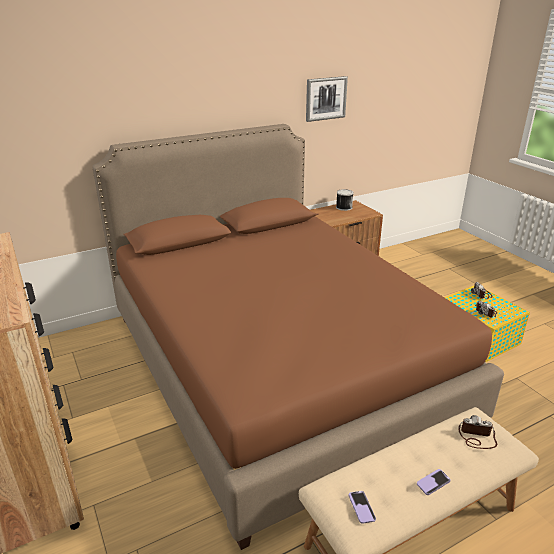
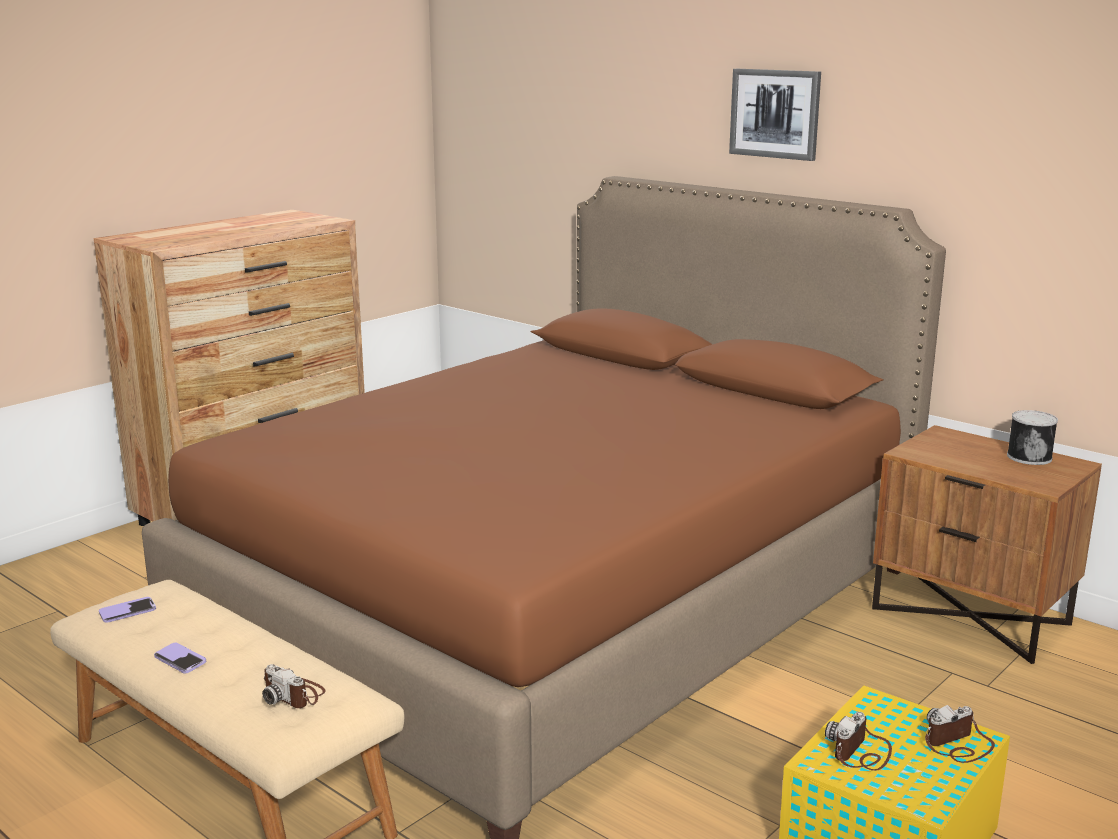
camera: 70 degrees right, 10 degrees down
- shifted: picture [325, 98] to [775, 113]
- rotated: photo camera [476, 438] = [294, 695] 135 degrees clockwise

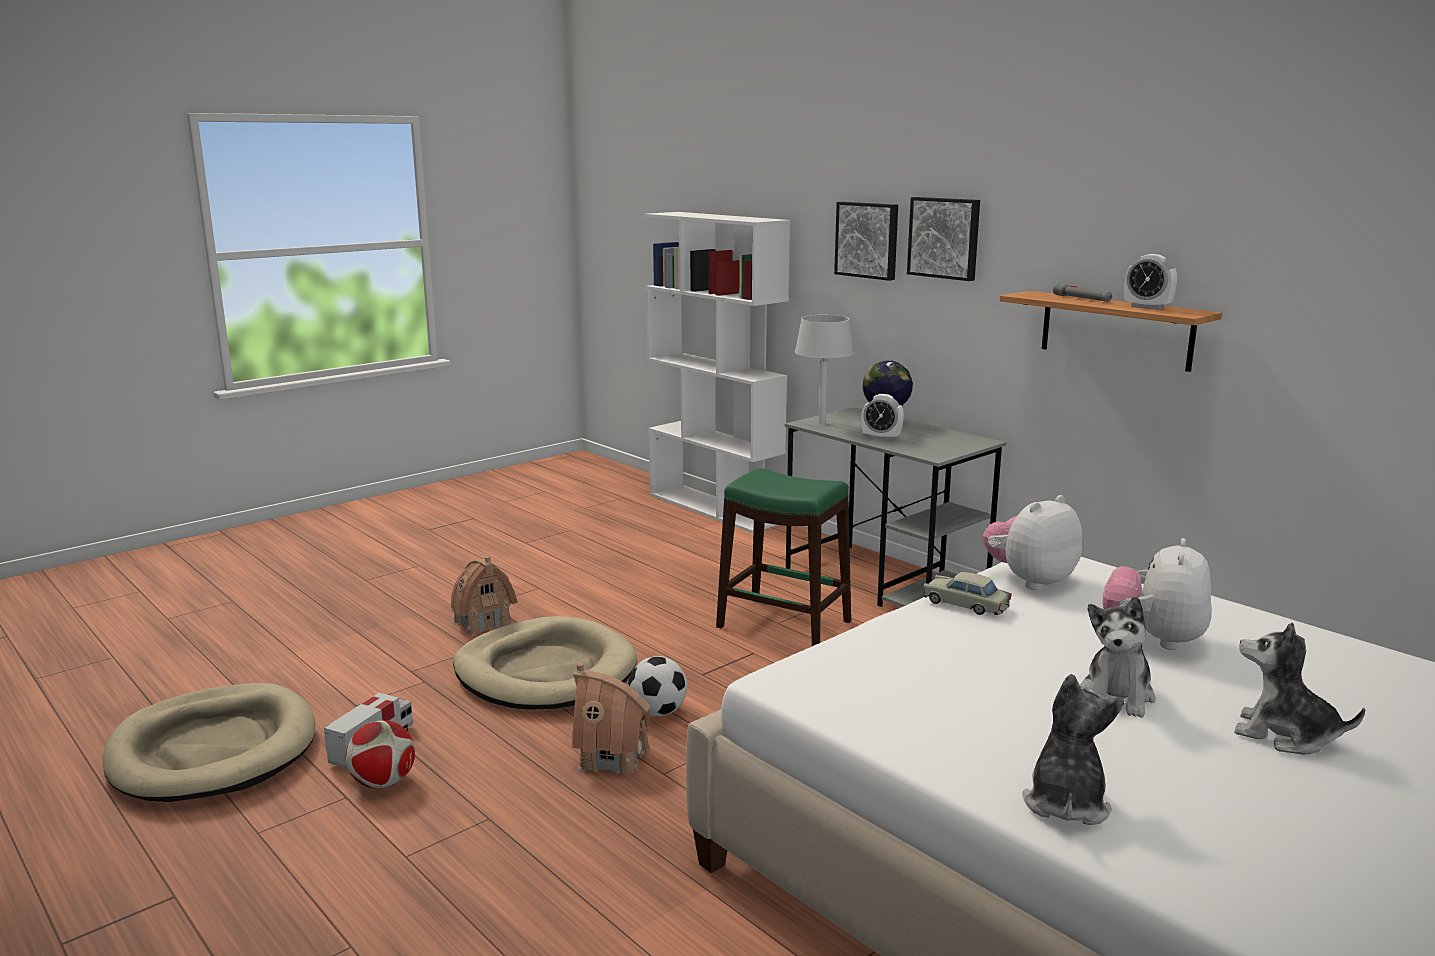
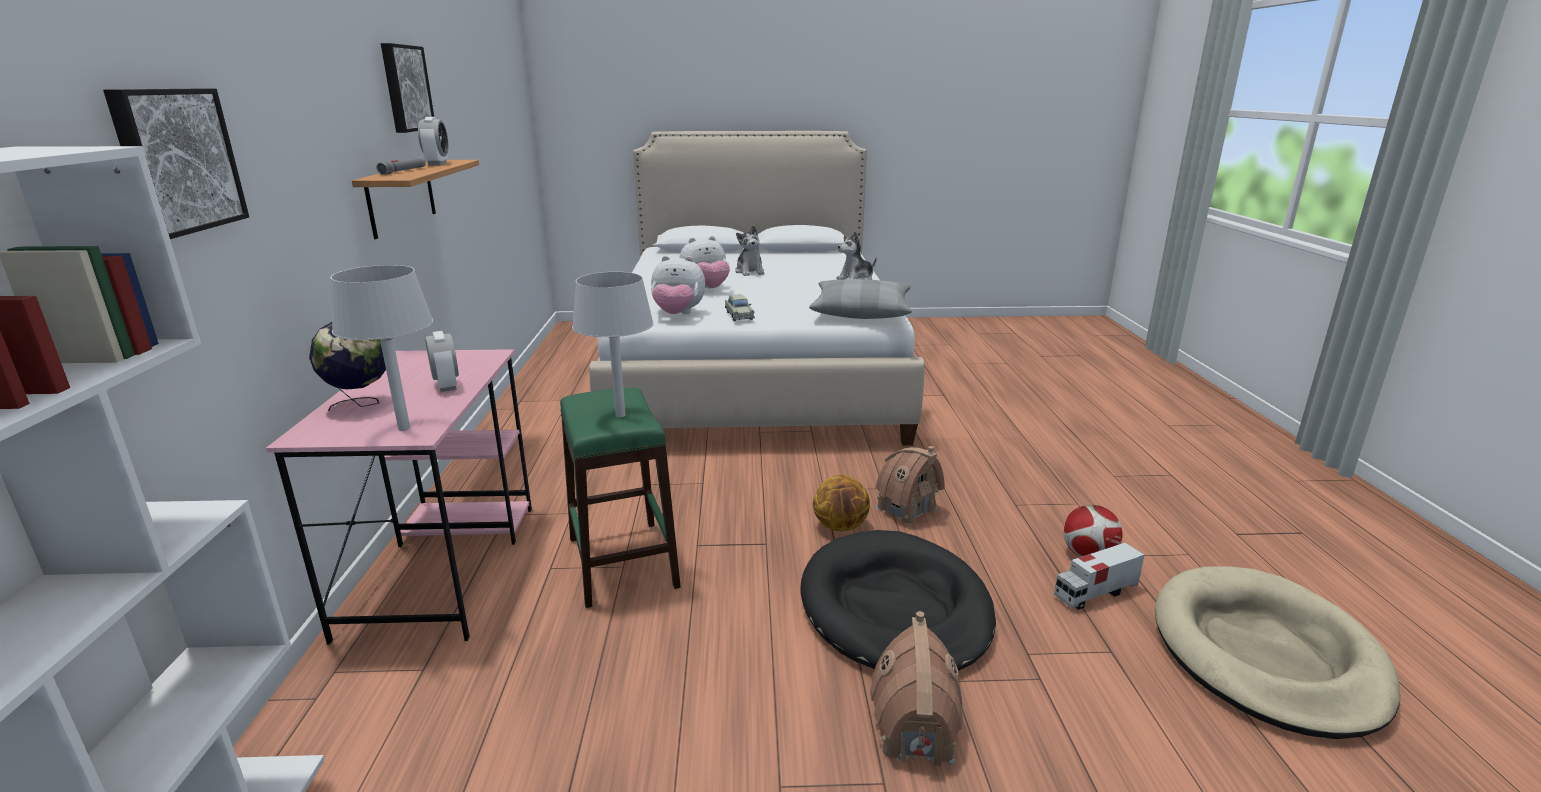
camera: 140 degrees left, 5 degrees up
- repainted: dog bed in beige [545, 671] to dog bed in black [895, 608]
- swapped: football [657, 712] to basketball [841, 527]
- repainted: desk in grey [886, 583] to desk in pink [443, 566]
- shifted: picture [945, 238] to [405, 88]
- gone: plush toy [1117, 695]
- new: table lamp in grey [620, 415]
- new: pillow in grey [861, 311]

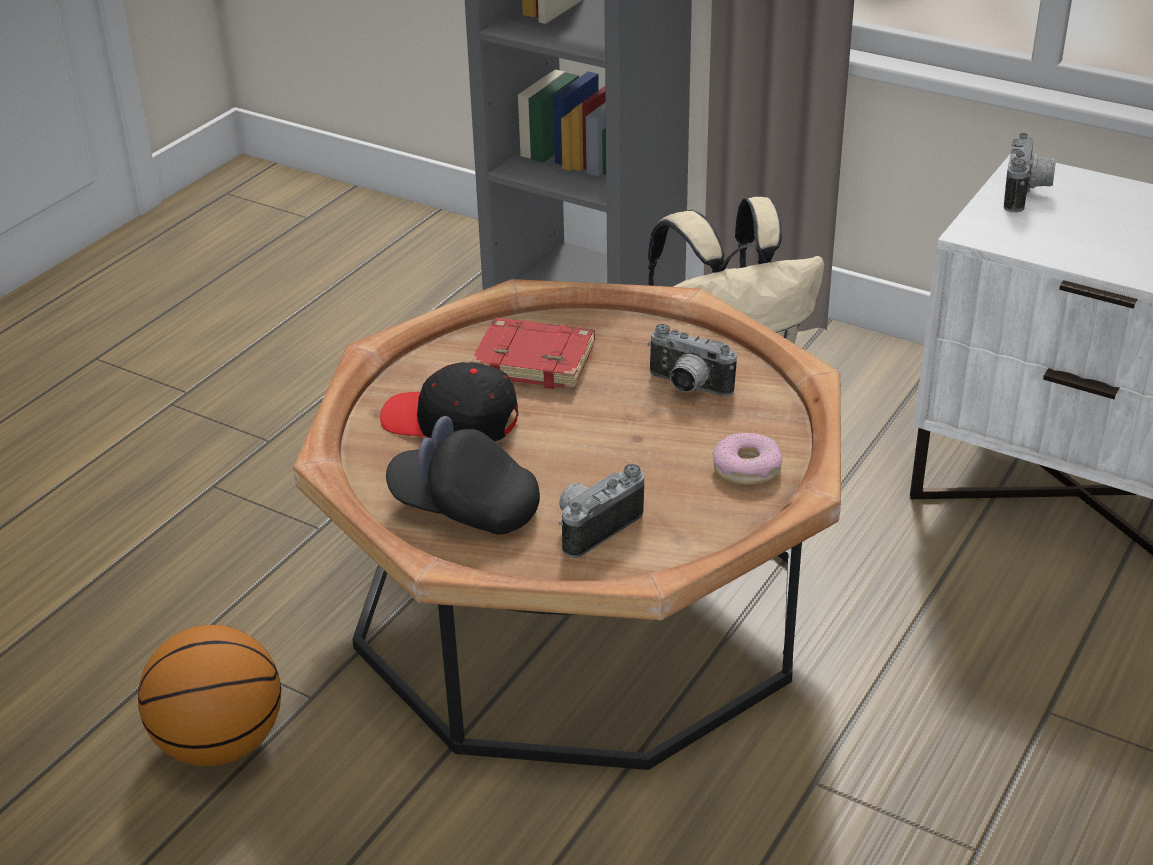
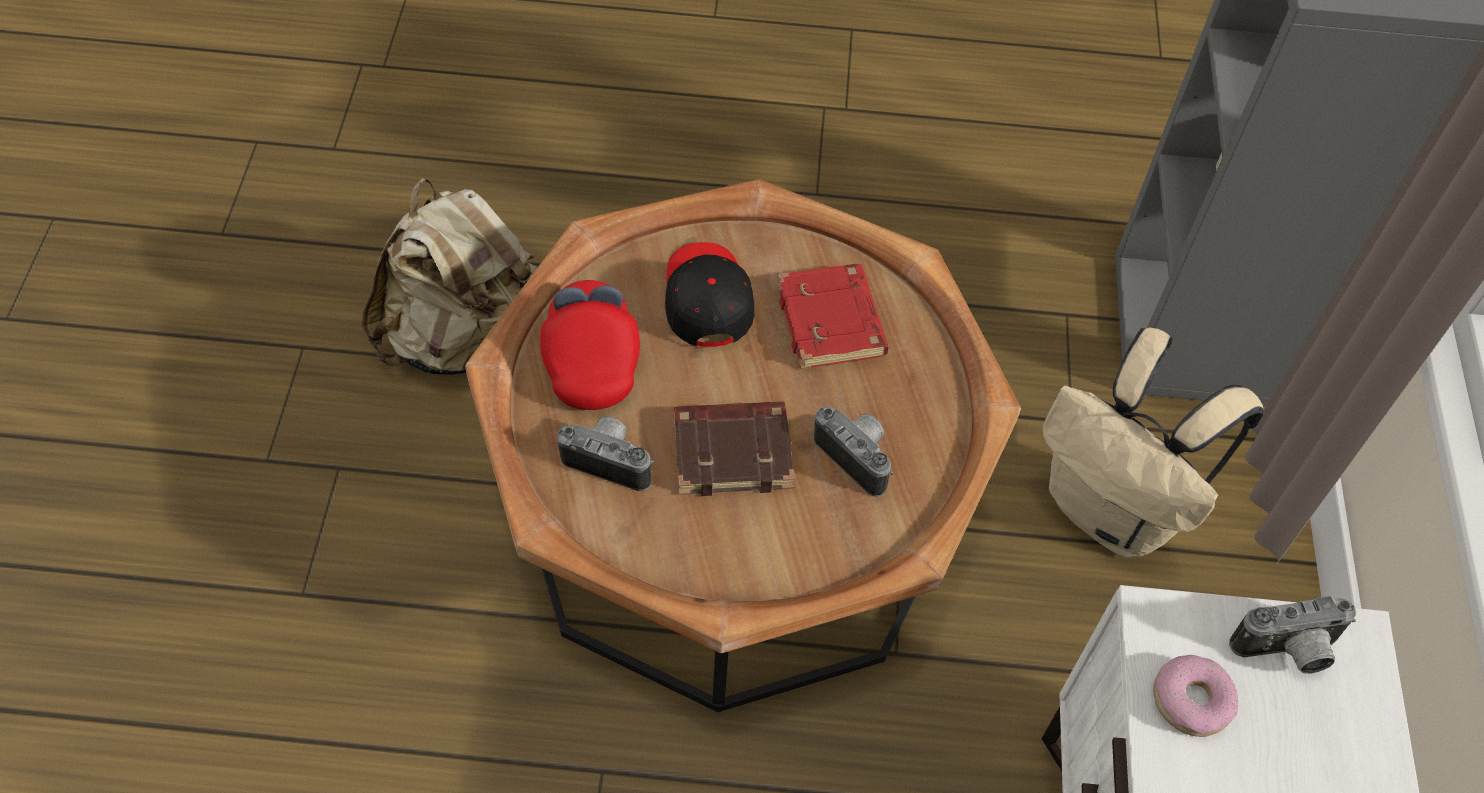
camera: 60 degrees right, 20 degrees up
- swapped: basketball [219, 743] to backpack in beige [464, 336]
- repainted: cap in black [465, 508] to cap in red [591, 359]
- rotated: photo camera [686, 387] = [858, 457] 135 degrees clockwise
- shifted: donut [747, 468] to [1191, 701]
- new: book in brown [733, 451]

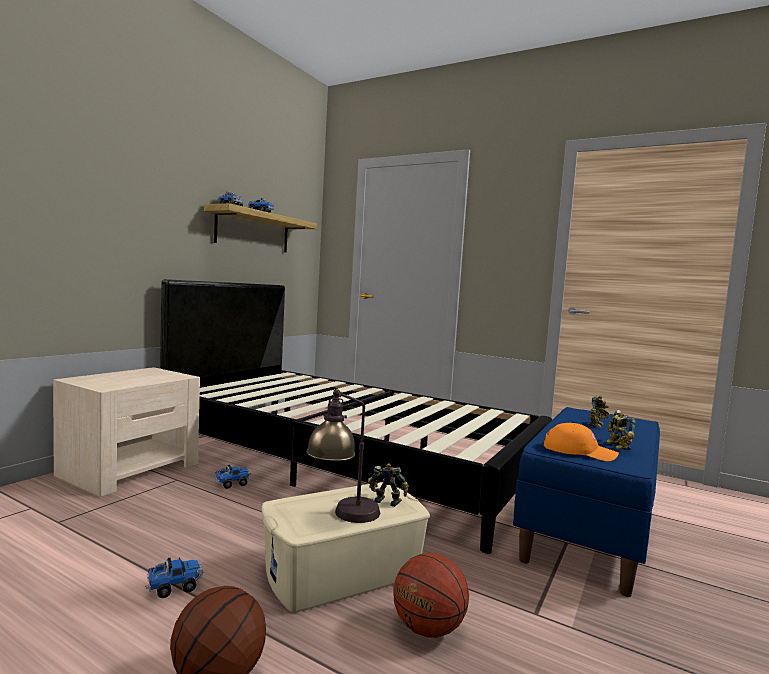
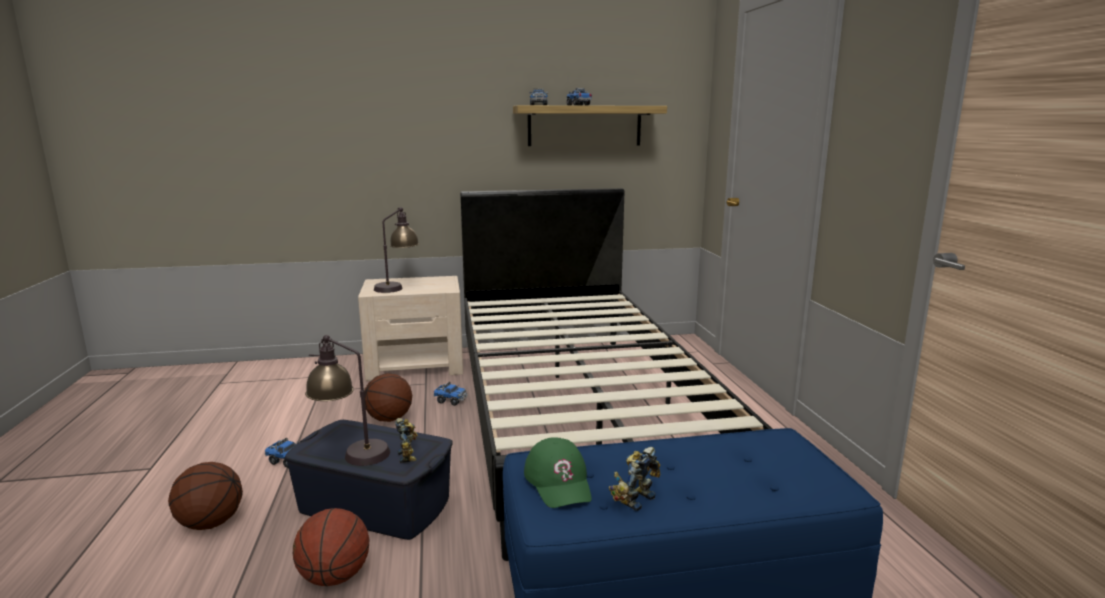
camera: 50 degrees right, 10 degrees up
- repainted: storage box in beige [343, 572] to storage box in blue [375, 505]
- repainted: cap in orange [579, 451] to cap in green [559, 482]
- gone: toy robot [597, 425]
- new: basketball [389, 418]
- new: table lamp [397, 287]

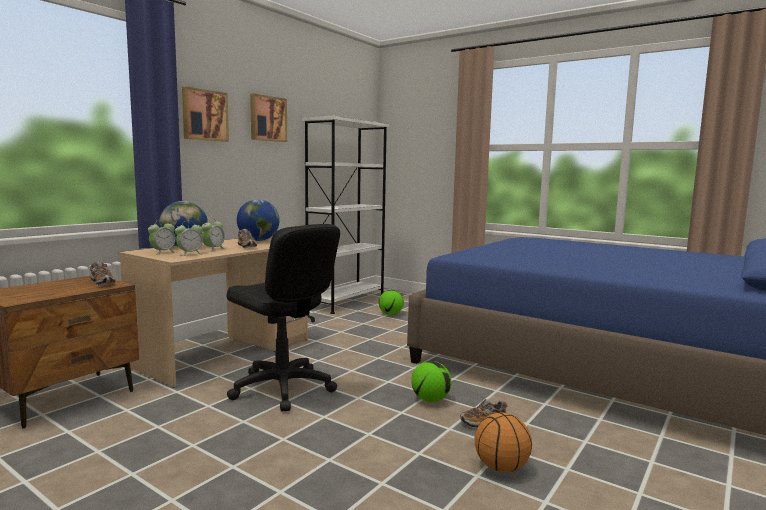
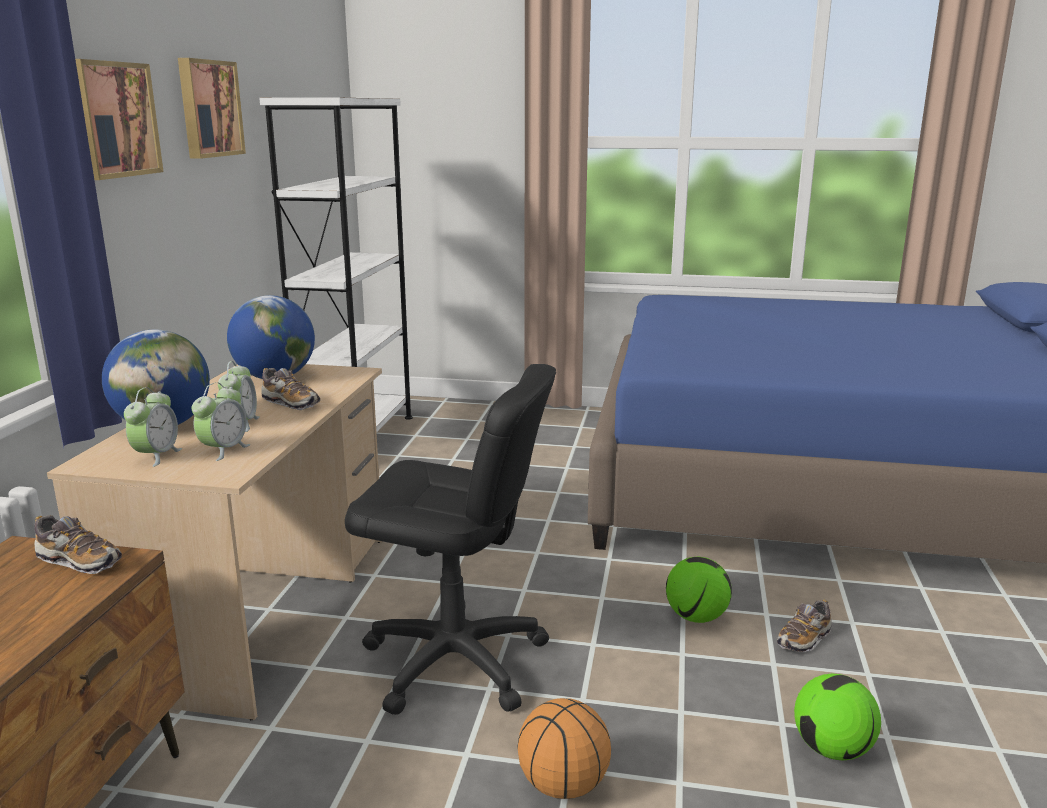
camera: 25 degrees left, 10 degrees up
- shifted: football [391, 314] to [832, 749]
- shifted: basketball [502, 468] to [564, 785]

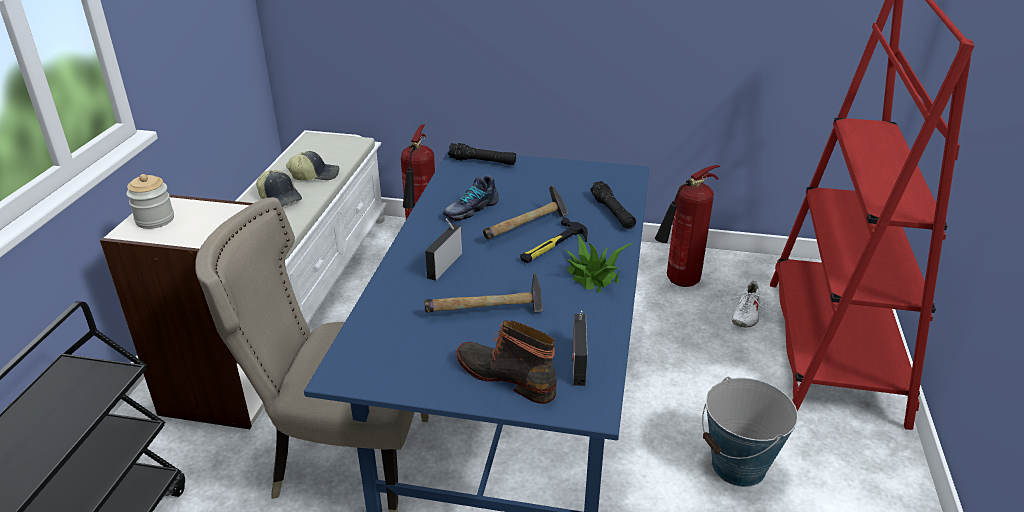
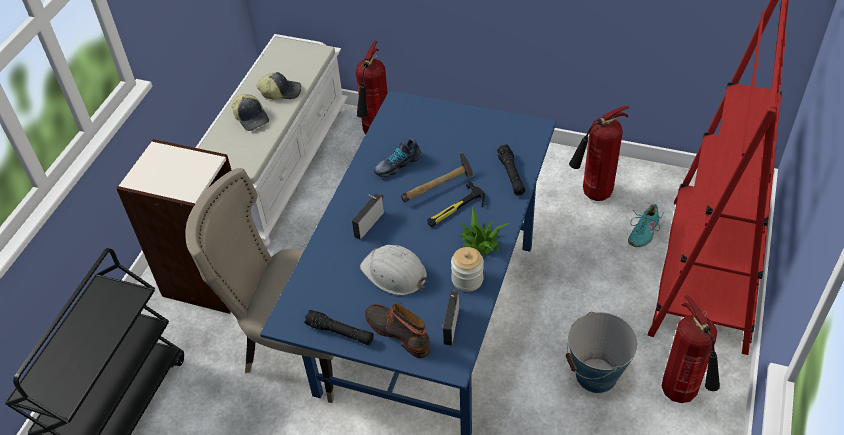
camera: 10 degrees right, 15 degrees up
- shifted: jar [155, 220] to [467, 279]
- swapped: hammer [488, 312] to hard hat in white [394, 273]
- shifted: flashlight in black [482, 161] to [340, 332]
- repainted: shoe in white [745, 314] to shoe in turquoise [643, 232]
- new: fire extinguisher [682, 395]

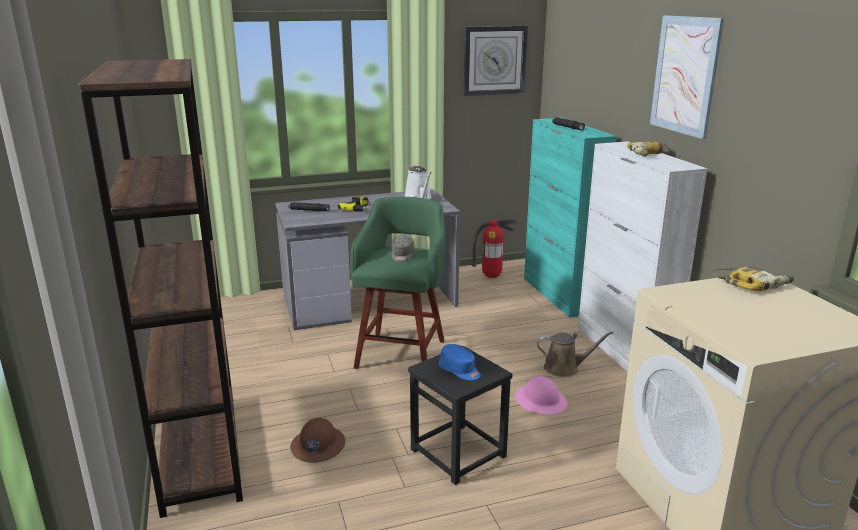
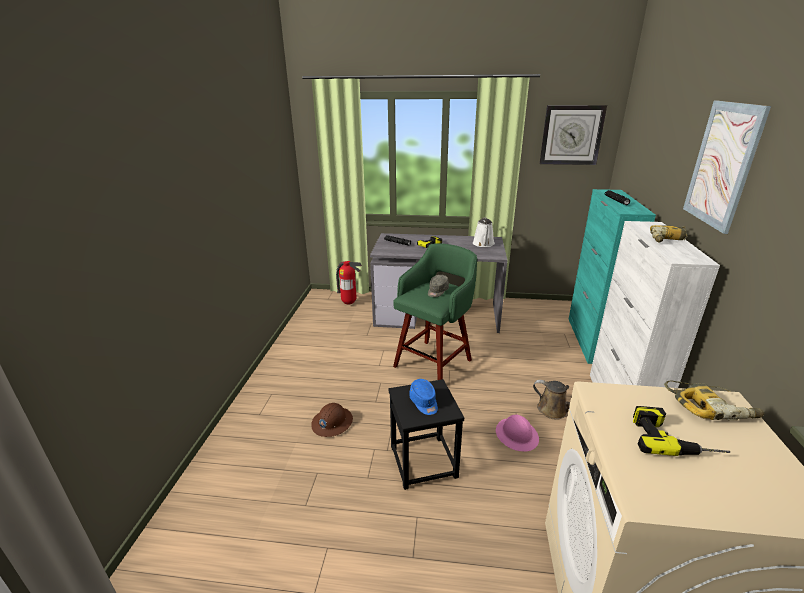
camera: 25 degrees right, 5 degrees up
- gone: bookcase in brown [201, 451]
- shifted: fire extinguisher [492, 277] to [349, 303]
- new: power drill [673, 438]

